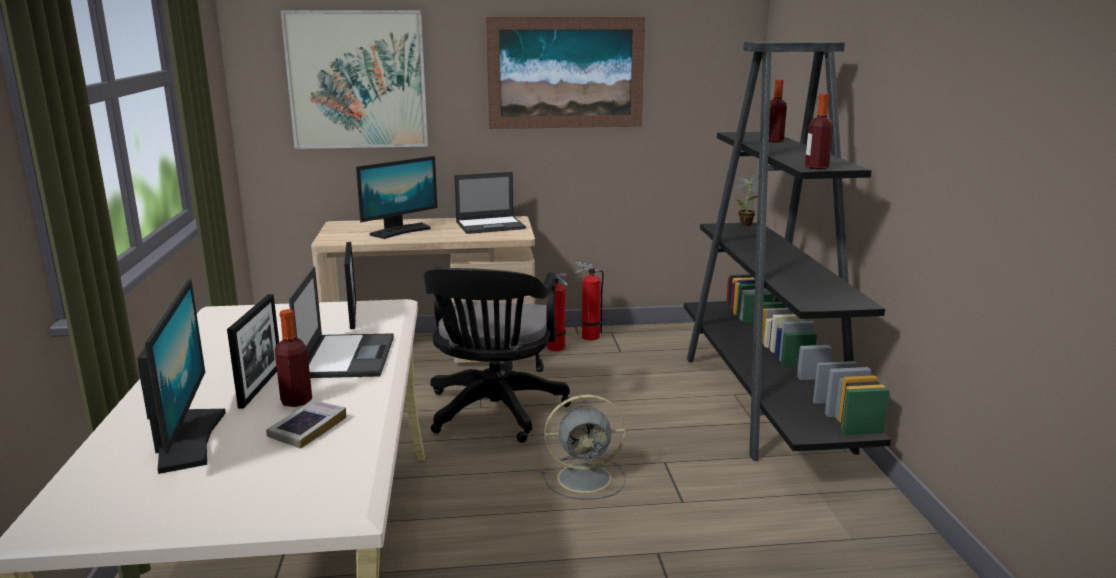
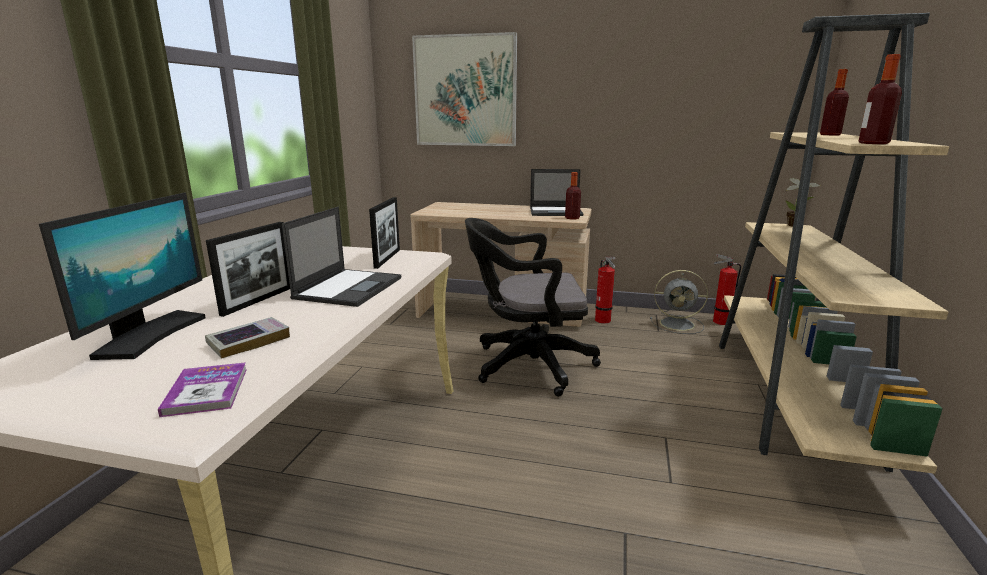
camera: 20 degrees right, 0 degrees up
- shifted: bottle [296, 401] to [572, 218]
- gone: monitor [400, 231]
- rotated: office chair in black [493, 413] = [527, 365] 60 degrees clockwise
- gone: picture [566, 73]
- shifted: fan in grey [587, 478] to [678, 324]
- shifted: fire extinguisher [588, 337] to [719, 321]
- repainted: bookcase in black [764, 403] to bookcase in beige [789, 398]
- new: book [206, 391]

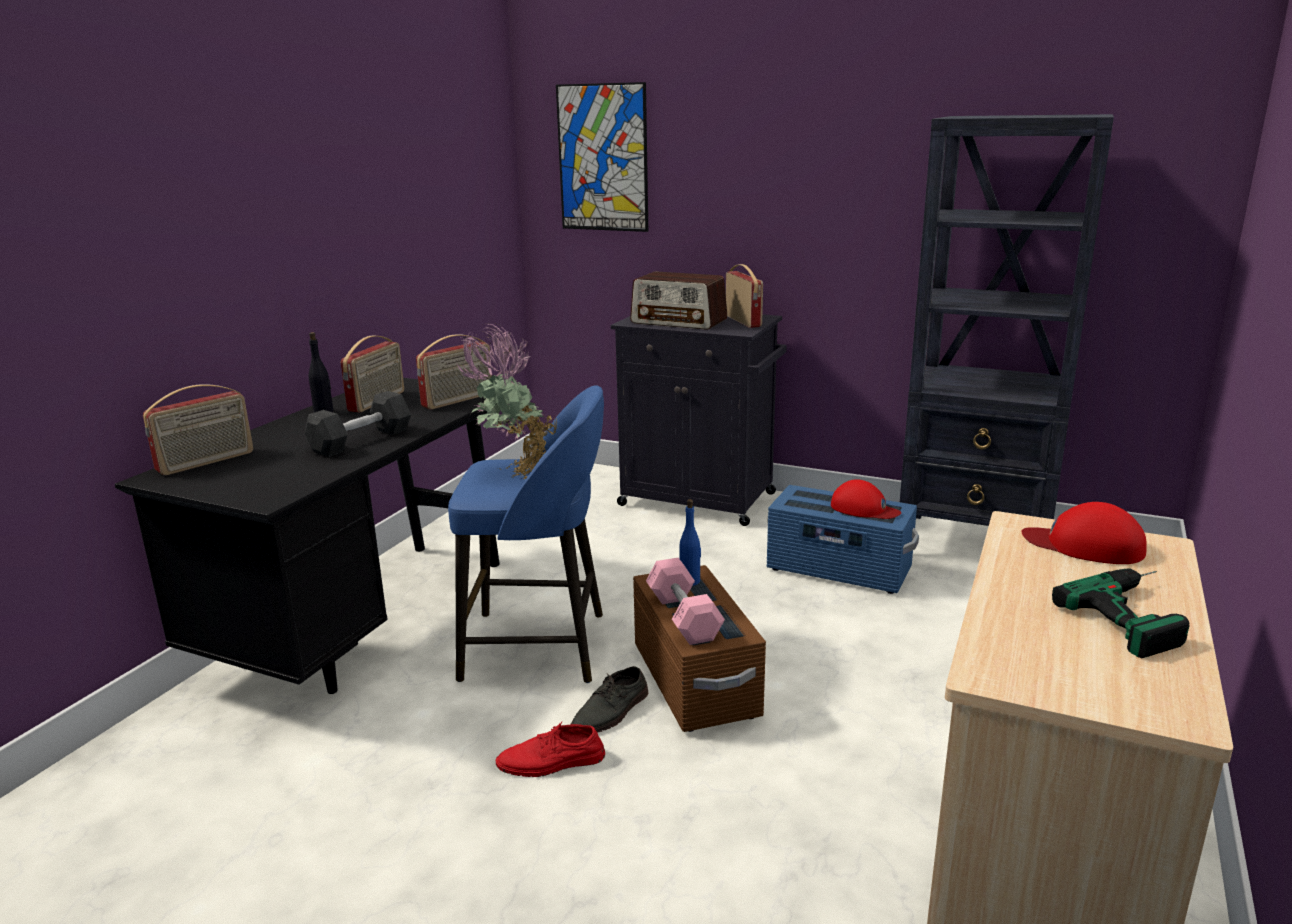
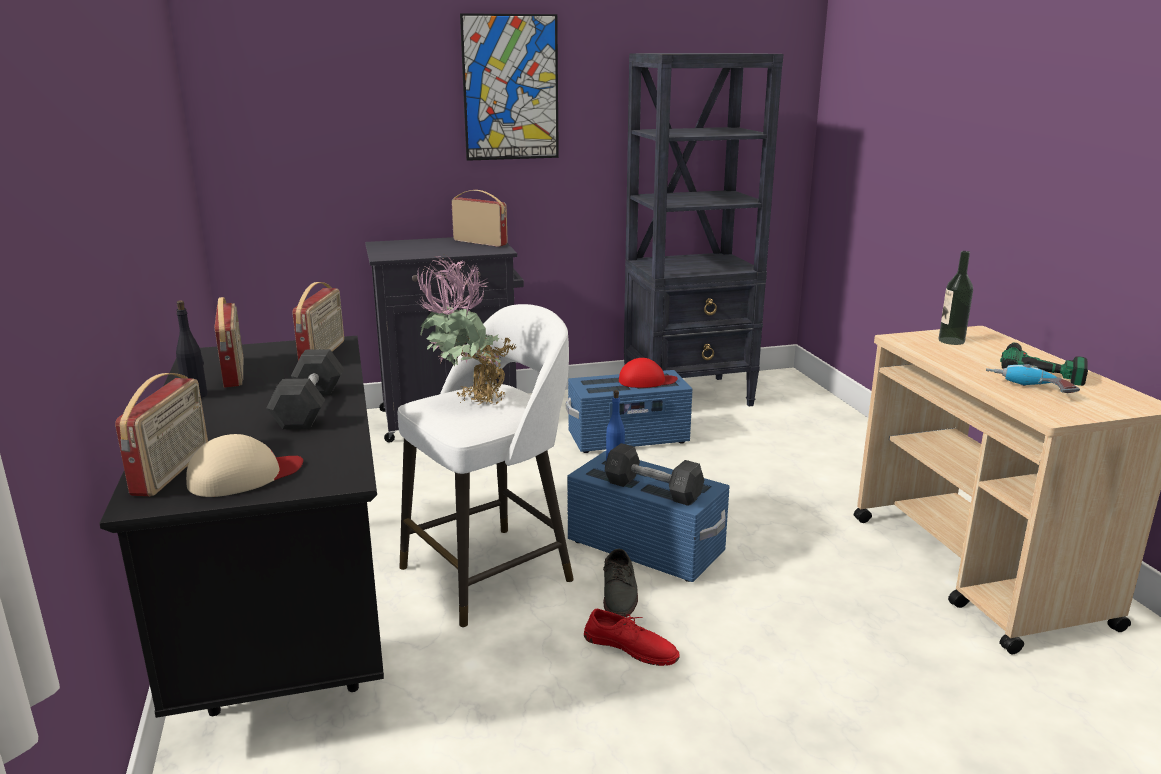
camera: 40 degrees left, 0 degrees up
- repainted: stool in blue [539, 646] to stool in white [491, 572]
- rotated: shoe in red [551, 762] = [631, 646] 105 degrees counterclockwise
- shifted: picture [603, 158] to [510, 88]
- gone: radio [679, 321]
- repainted: storage box in brown [695, 681] to storage box in blue [645, 547]
- repainted: dumbbell in pink [683, 617] to dumbbell in grey [653, 490]
- swapped: cap in red [1084, 545] to bottle [951, 341]
- new: cap in beige [244, 476]
- new: power drill [1029, 389]

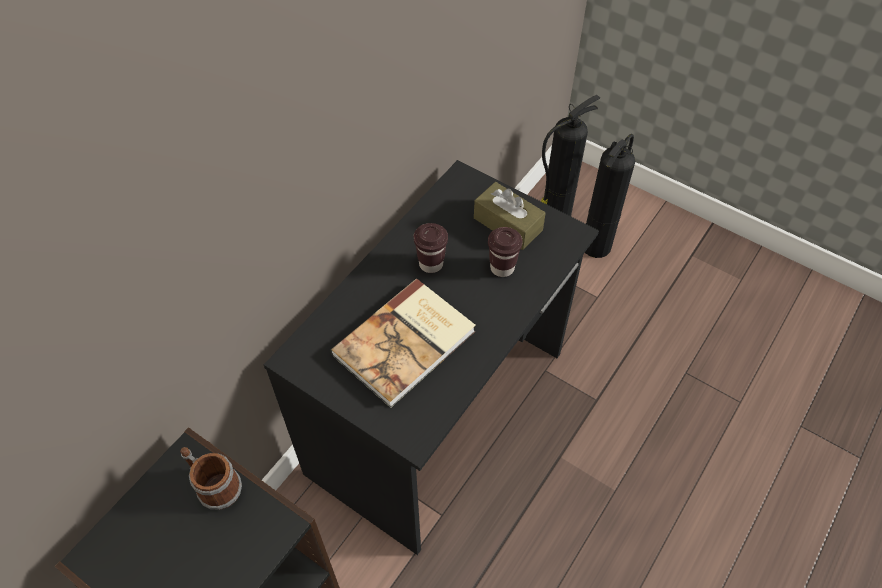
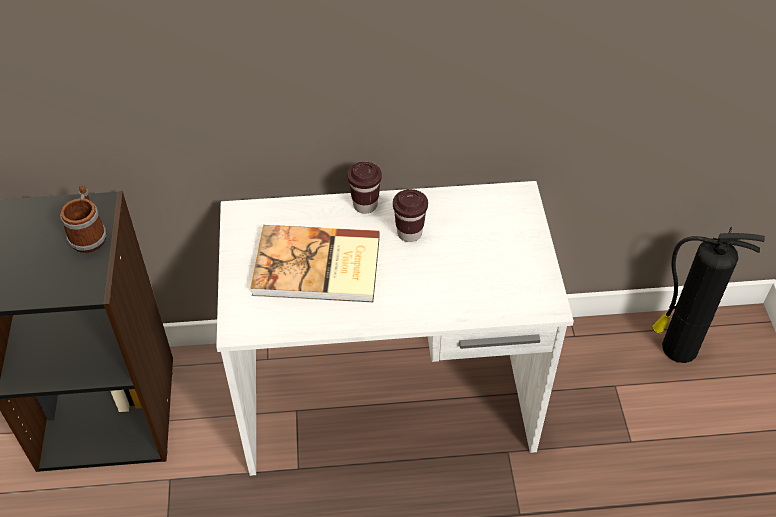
camera: 50 degrees right, 5 degrees down
- repainted: desk in black [441, 412] to desk in white [389, 402]
- gone: tissue box in brown [508, 224]
- shifted: cup in brown [502, 268] to [365, 205]
- gone: fire extinguisher [597, 245]

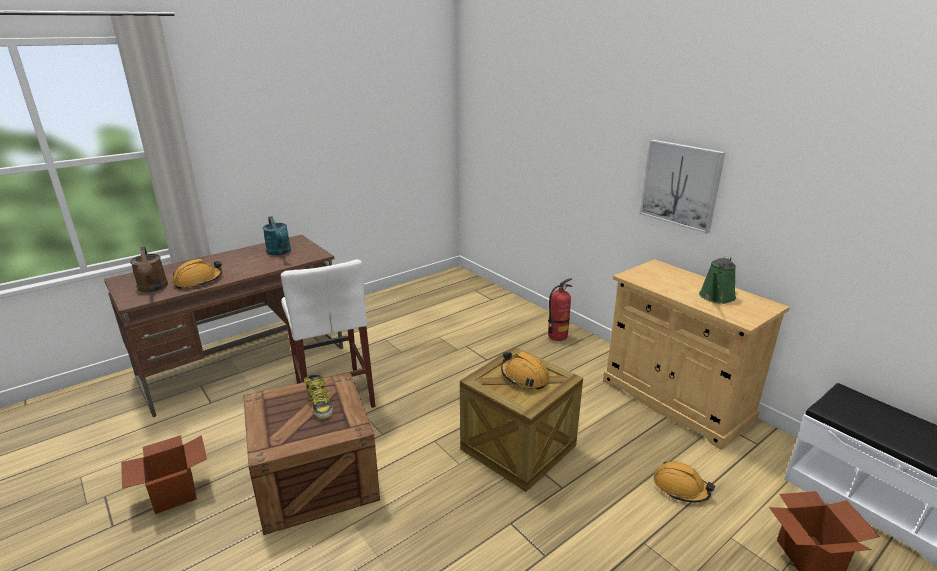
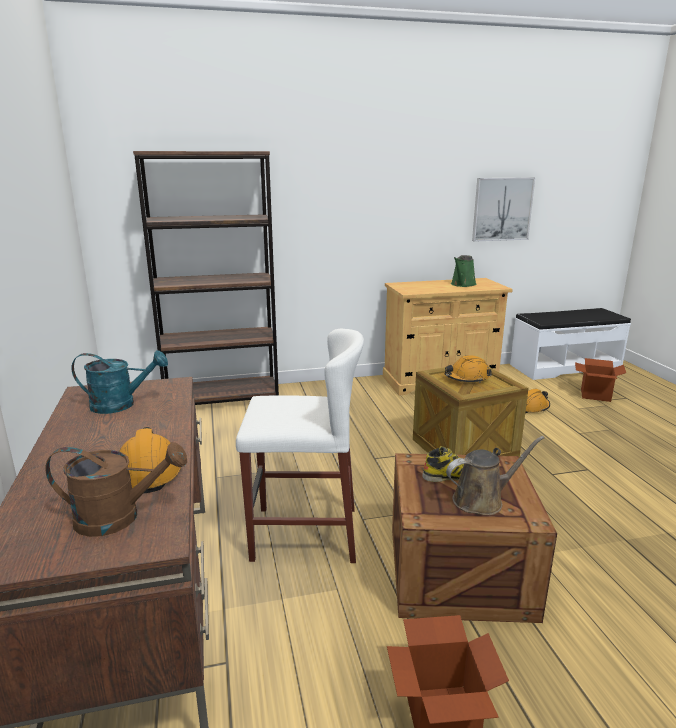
camera: 65 degrees left, 5 degrees down
- gone: fire extinguisher [557, 336]
- shifted: picture [680, 185] to [502, 209]
- rotated: watering can in green [716, 297] = [462, 284] 60 degrees clockwise
- new: bookcase in brown [222, 399]
- new: watering can in brown [482, 500]

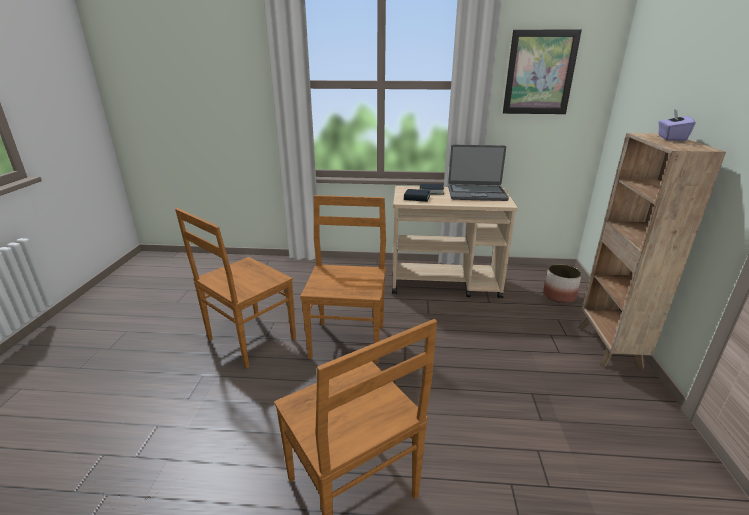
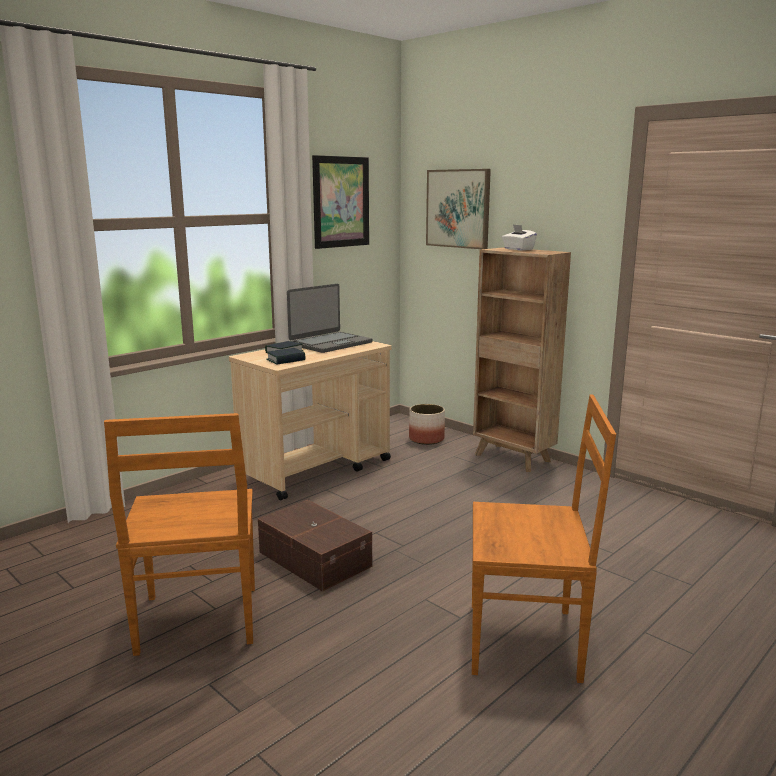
camera: 50 degrees left, 10 degrees down
- swapped: chair in brown [348, 340] to storage box in brown [315, 558]
- repainted: tissue box in purple [671, 138] to tissue box in white [518, 249]
- new: picture [458, 208]

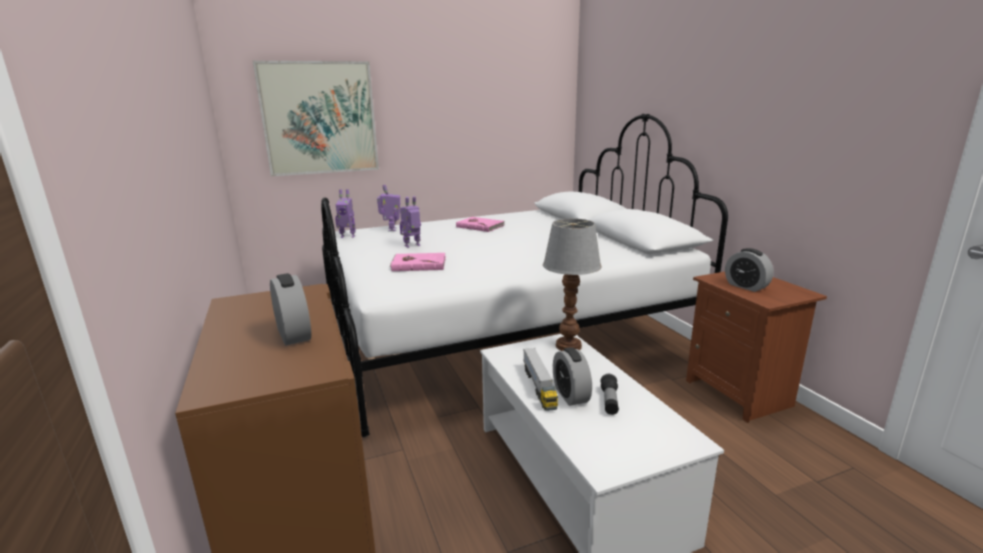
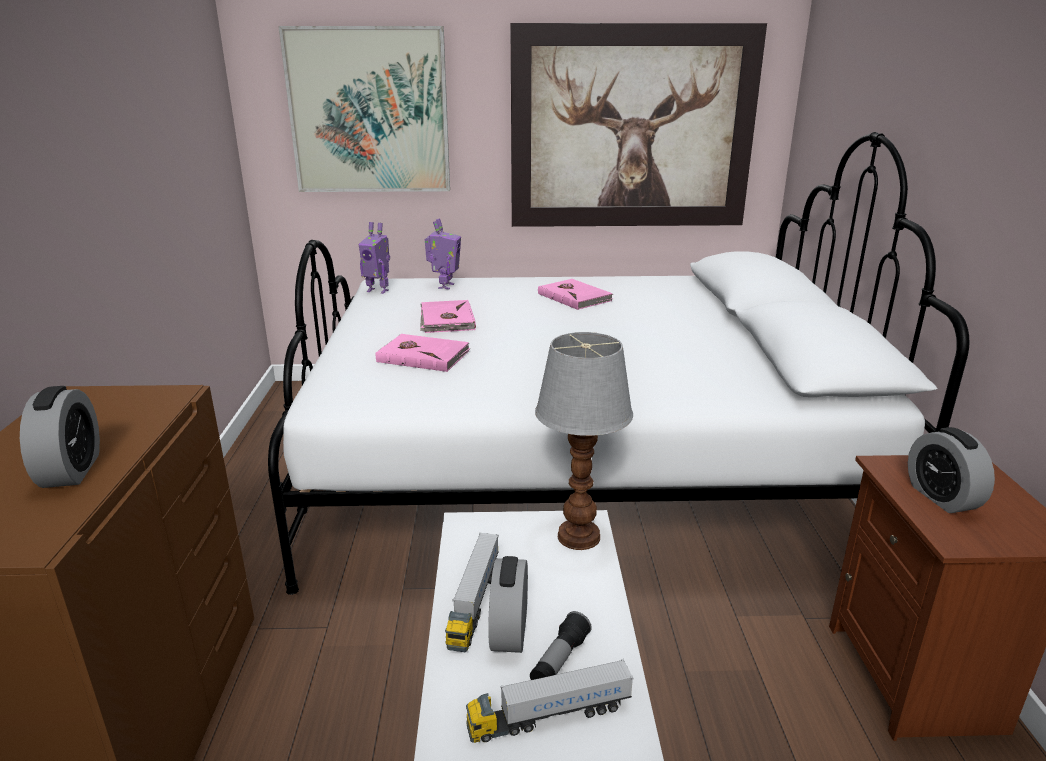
camera: 20 degrees right, 5 degrees up
- swapped: toy robot [412, 246] to book in pink [446, 320]
- new: toy truck [549, 716]
- new: picture [632, 129]

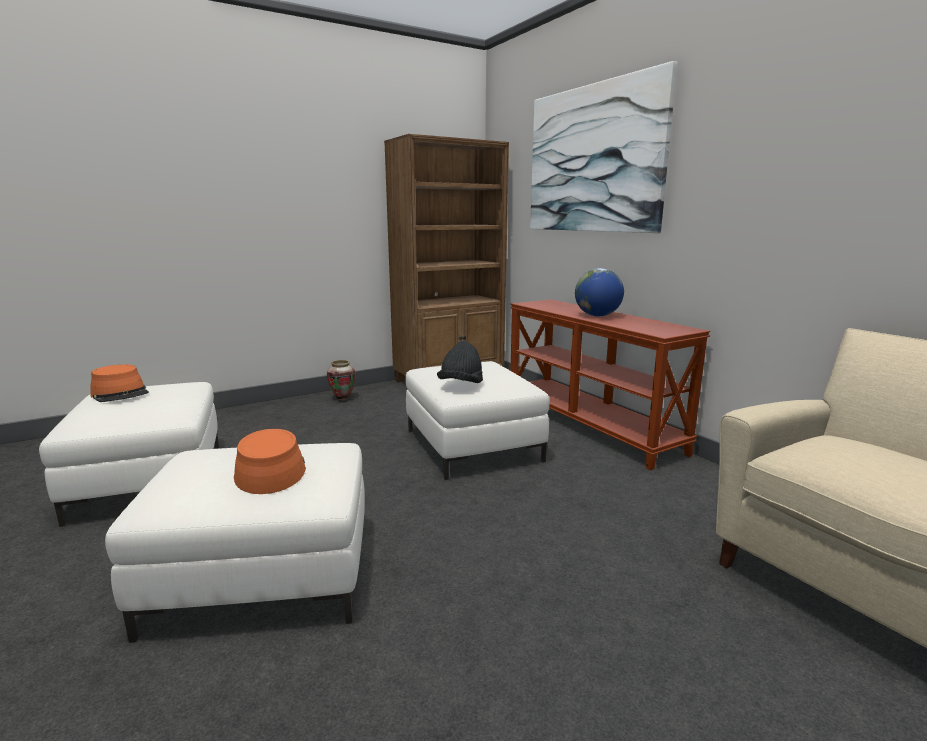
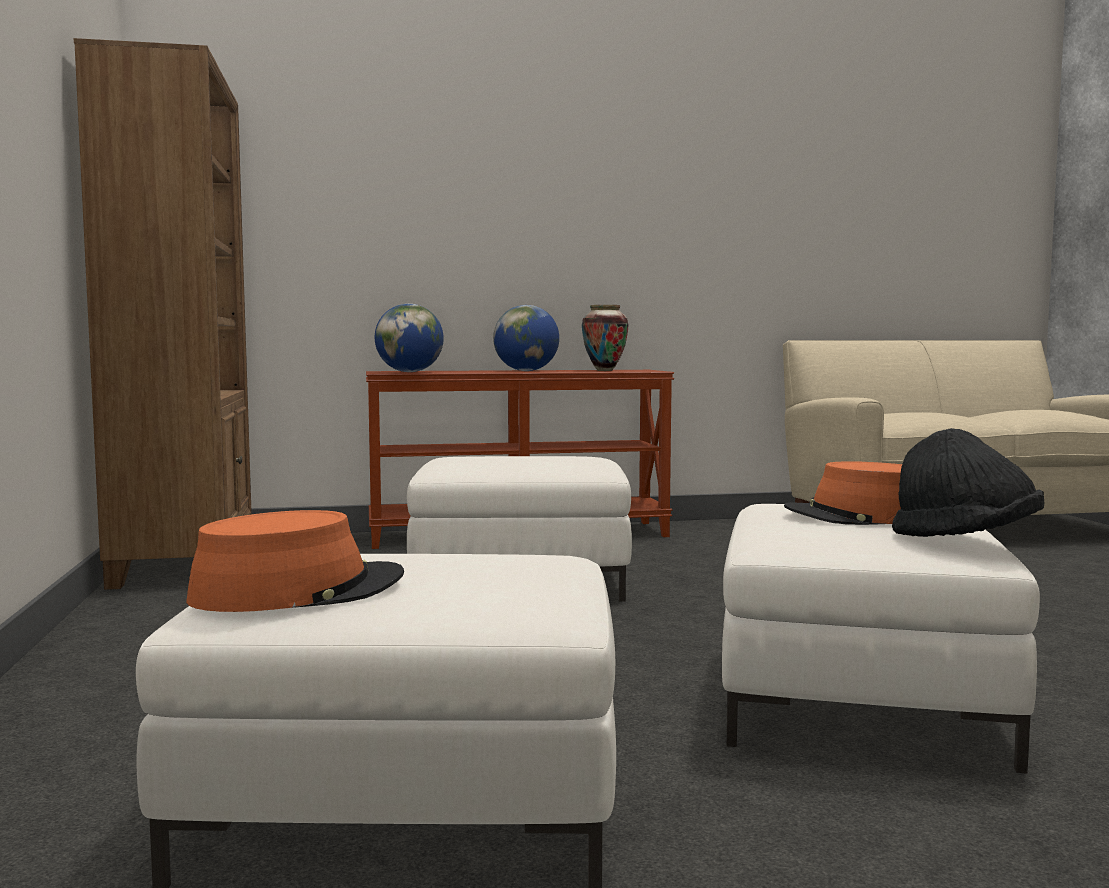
camera: 70 degrees left, 10 degrees down
- shifted: vase [342, 399] to [604, 370]
- shifted: hat in black [461, 385] to [966, 540]
- gone: picture [593, 159]
- new: globe [409, 372]

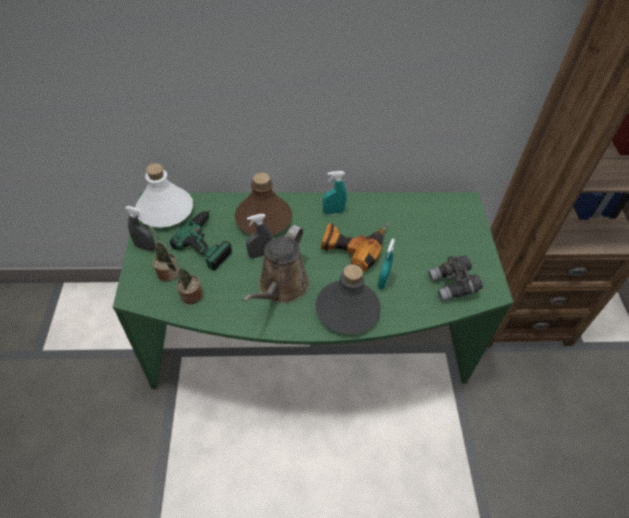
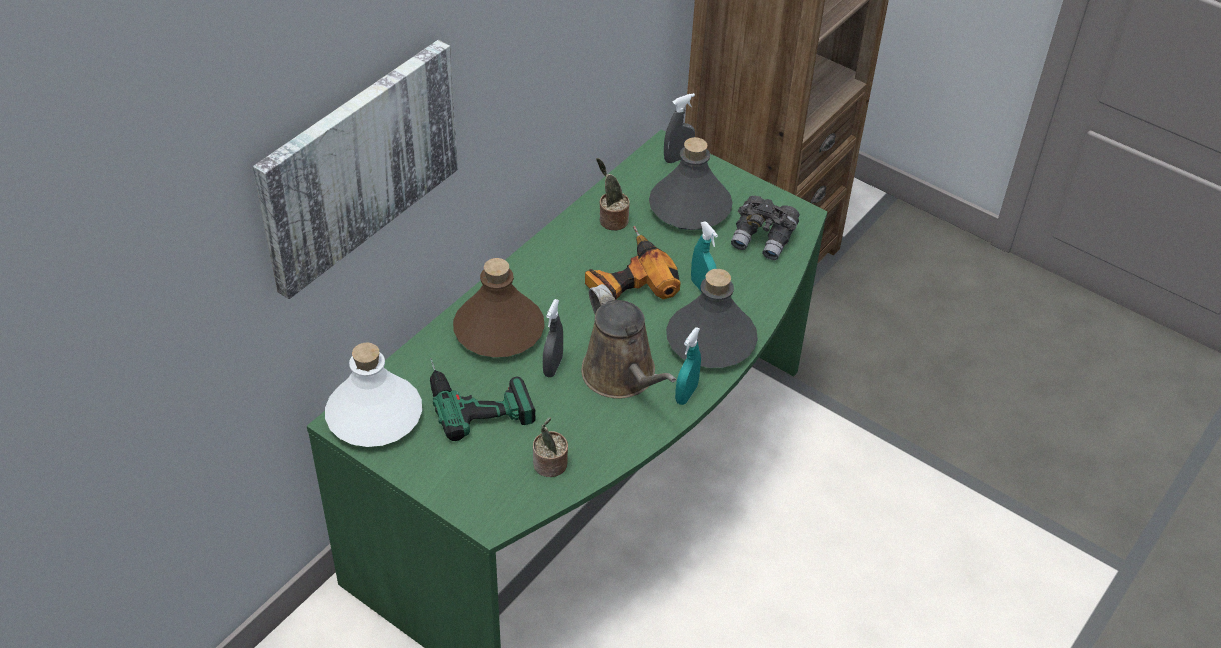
camera: 50 degrees left, 5 degrees down
- shifted: spray bottle in grey [145, 247] to [678, 158]
- shifted: potted plant [167, 272] to [611, 220]
- shifted: spray bottle in turquoise [333, 211] to [686, 394]
- new: picture [358, 164]
- new: bottle in grey [690, 208]

